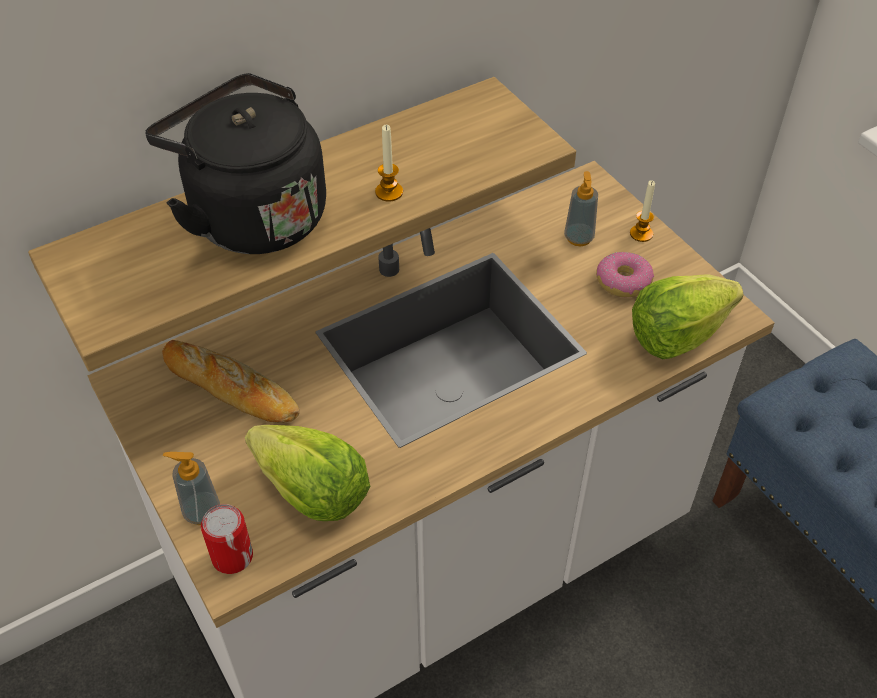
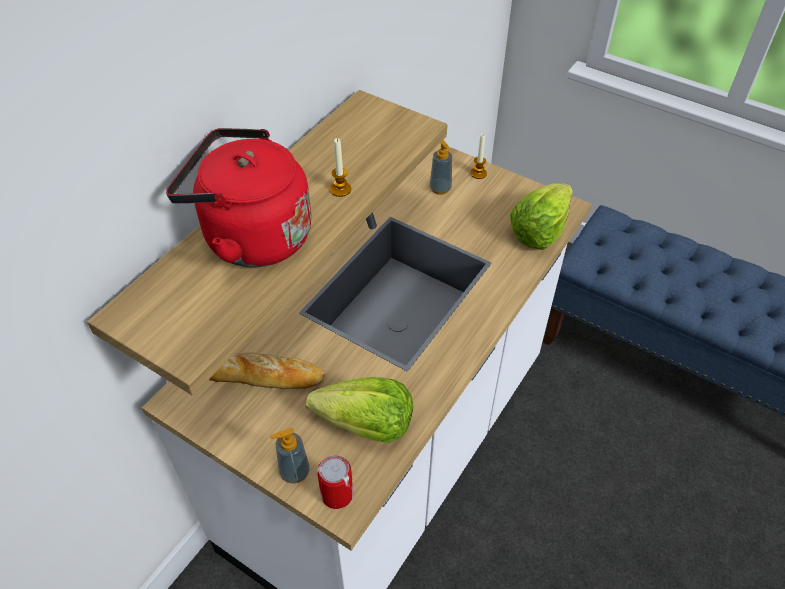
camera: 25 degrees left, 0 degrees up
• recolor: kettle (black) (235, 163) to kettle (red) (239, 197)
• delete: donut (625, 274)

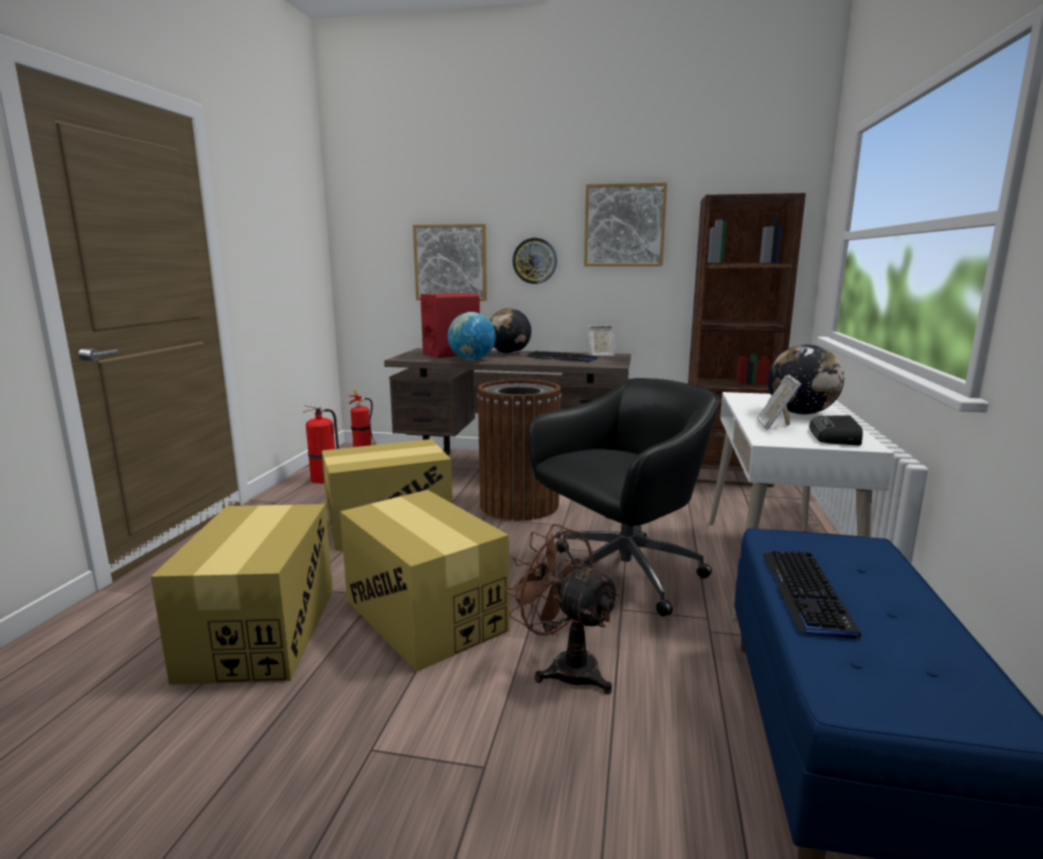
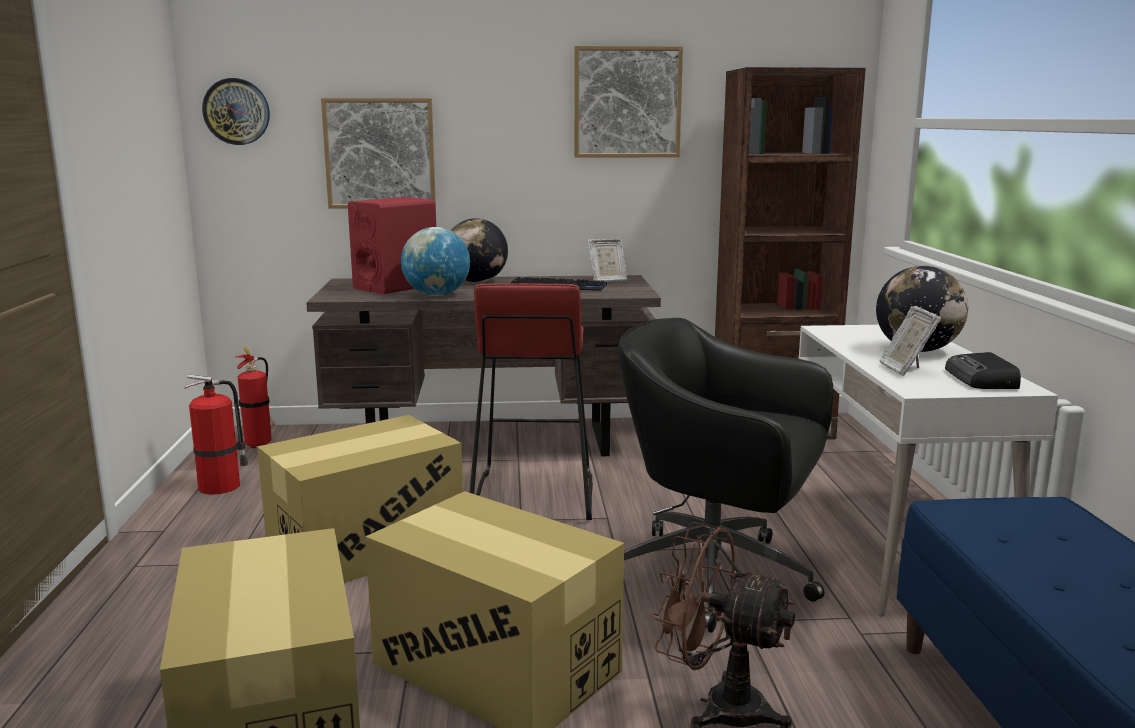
camera: 15 degrees left, 0 degrees up
• move: wall clock (535, 261) to (236, 111)
• replace: trash can (brown) (519, 449) to stool (red) (531, 401)
• rotate: office chair (black) (623, 497) = (725, 475) 105 degrees counterclockwise
• delete: keyboard (811, 595)

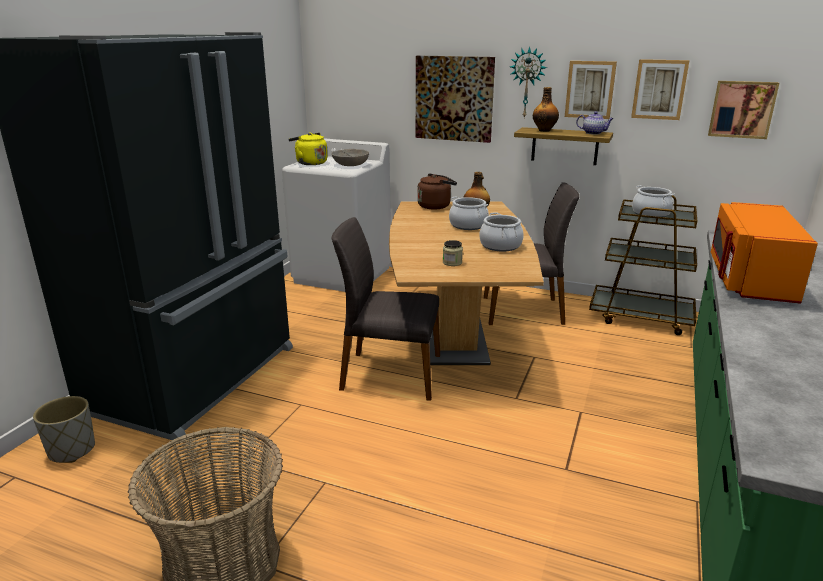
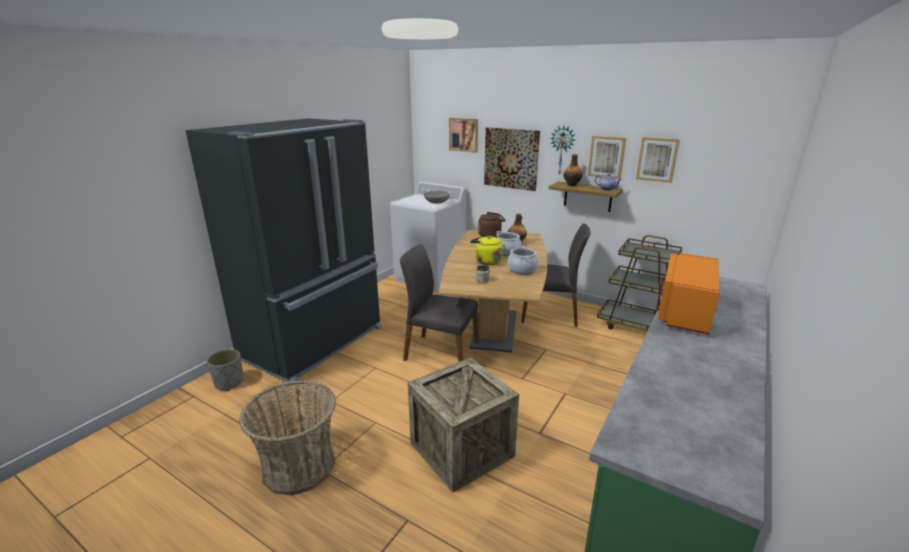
camera: 10 degrees right, 0 degrees up
• insert: crate (463, 425)
• move: picture (743, 110) to (463, 135)
• move: kettle (yellow) (307, 148) to (486, 250)
• delete: cooking pot (653, 201)

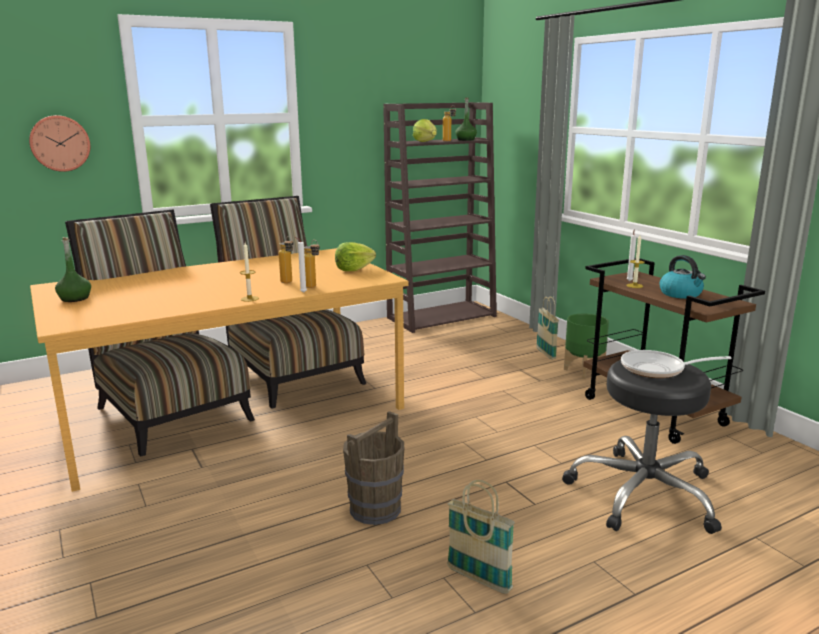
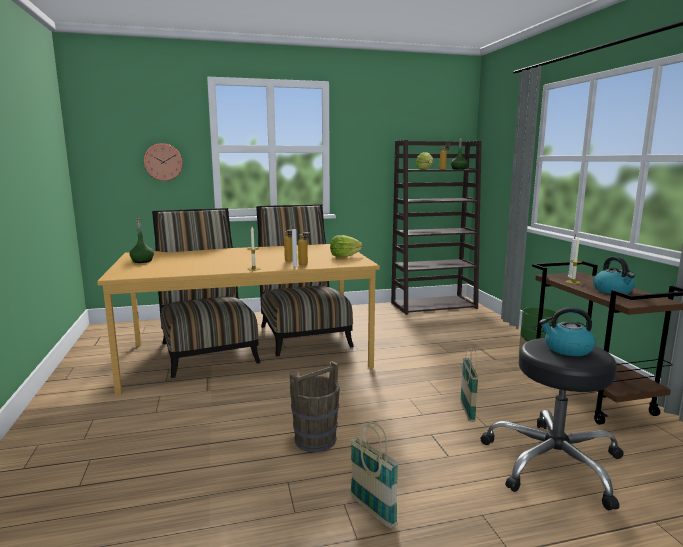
camera: 15 degrees right, 5 degrees down
• move: basket (547, 327) to (469, 384)
• replace: frying pan (676, 364) to kettle (567, 331)

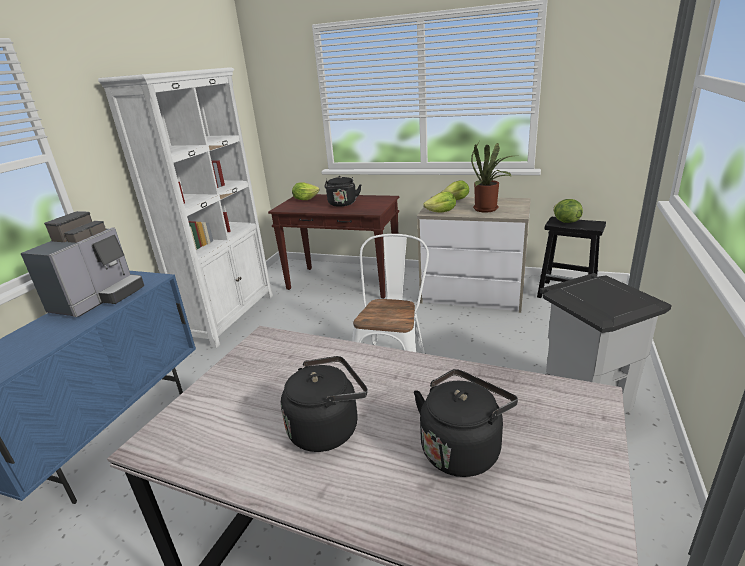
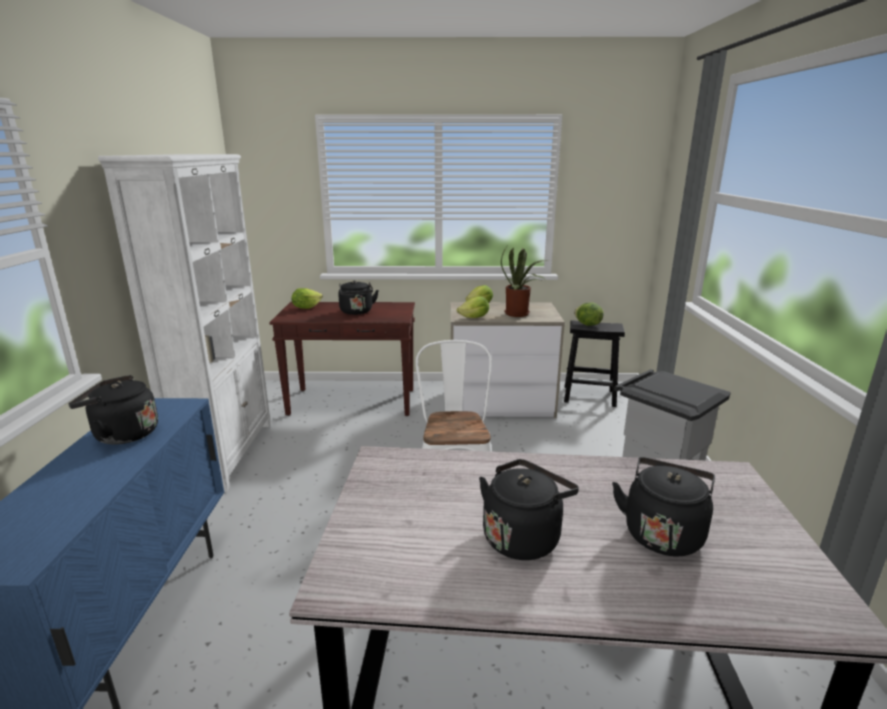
camera: 20 degrees left, 5 degrees down
• replace: coffee machine (82, 264) to kettle (black) (113, 410)

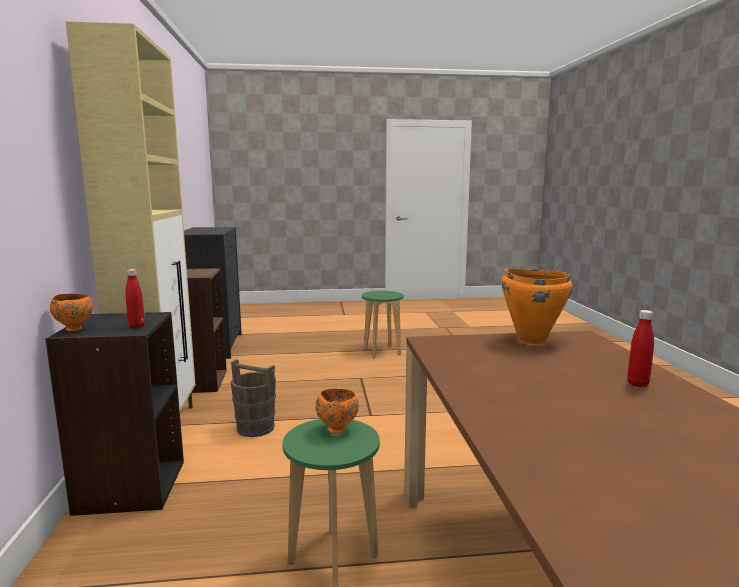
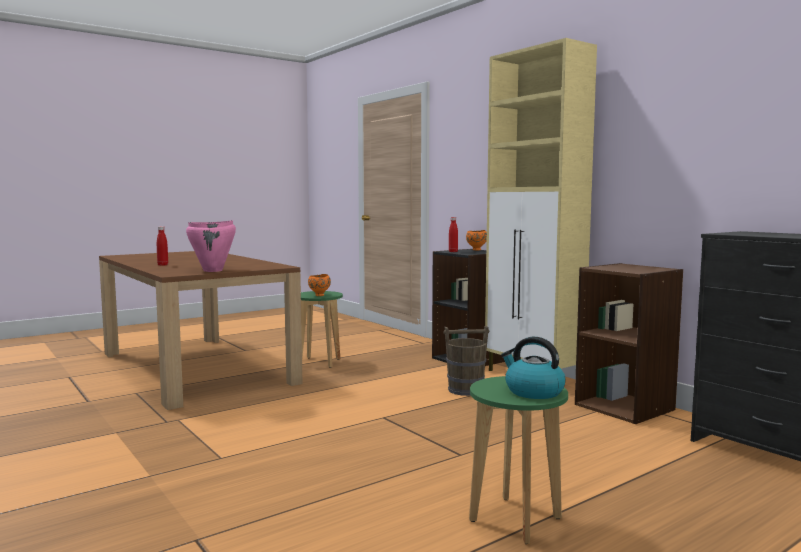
camera: 150 degrees right, 5 degrees down
• recolor: cooking pot (orange) (537, 306) to cooking pot (pink) (211, 246)
• insert: kettle (533, 368)

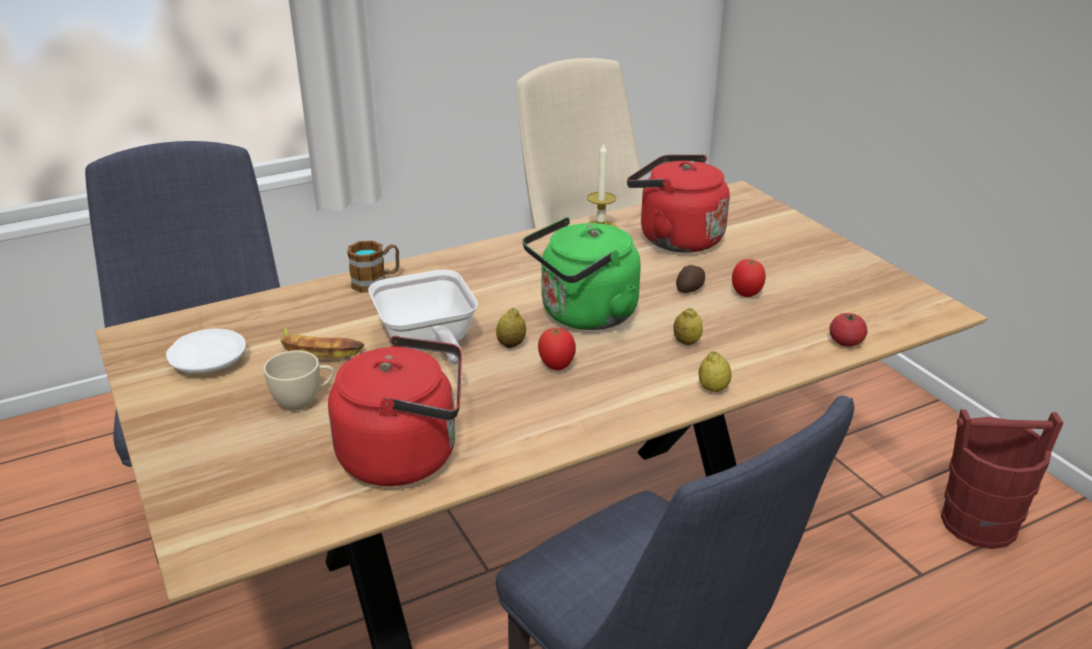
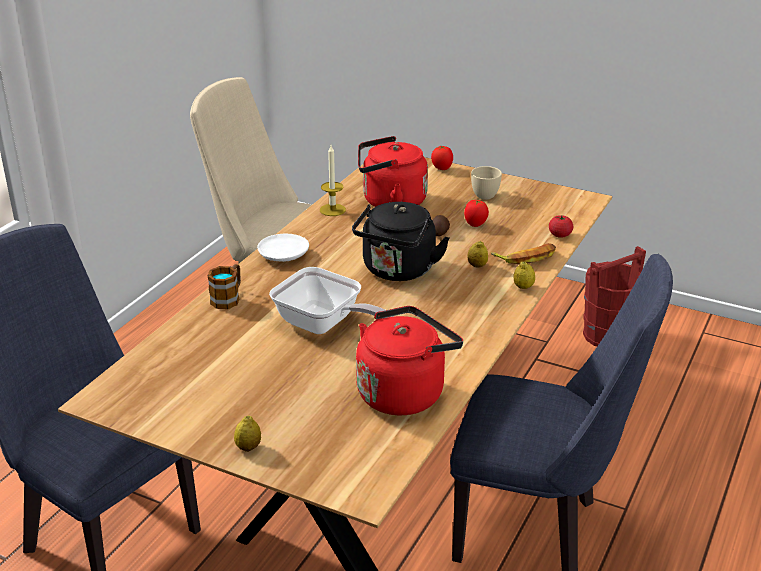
camera: 35 degrees left, 0 degrees up
• move: lemon (511, 328) to (247, 433)
• move: plate (white) (206, 351) to (283, 248)
• recolor: kettle (green) (581, 273) to kettle (black) (400, 241)
• move: tomato (557, 348) to (442, 158)
• move: cup (beige) (298, 380) to (486, 182)
• move: banana (322, 342) to (523, 253)

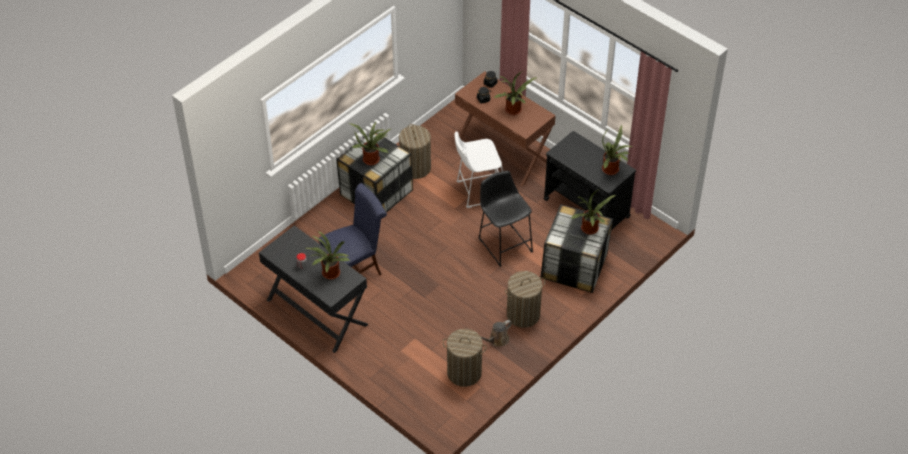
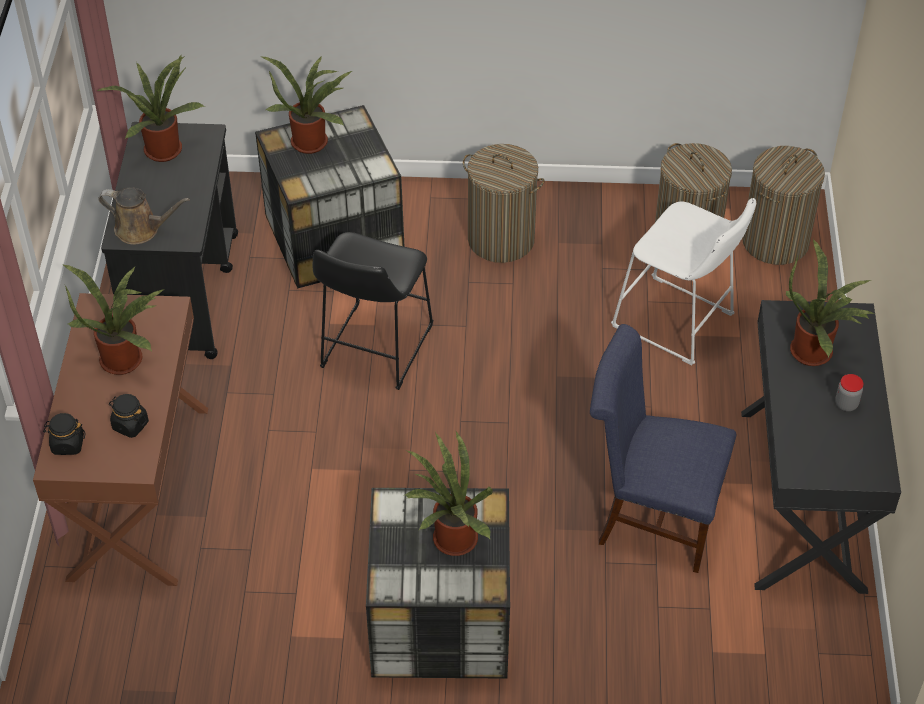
camera: 130 degrees left, 0 degrees up
• move: watering can (brown) (496, 333) to (144, 216)
• move: stool (white) (478, 169) to (683, 282)
• move: laundry basket (415, 151) to (783, 205)

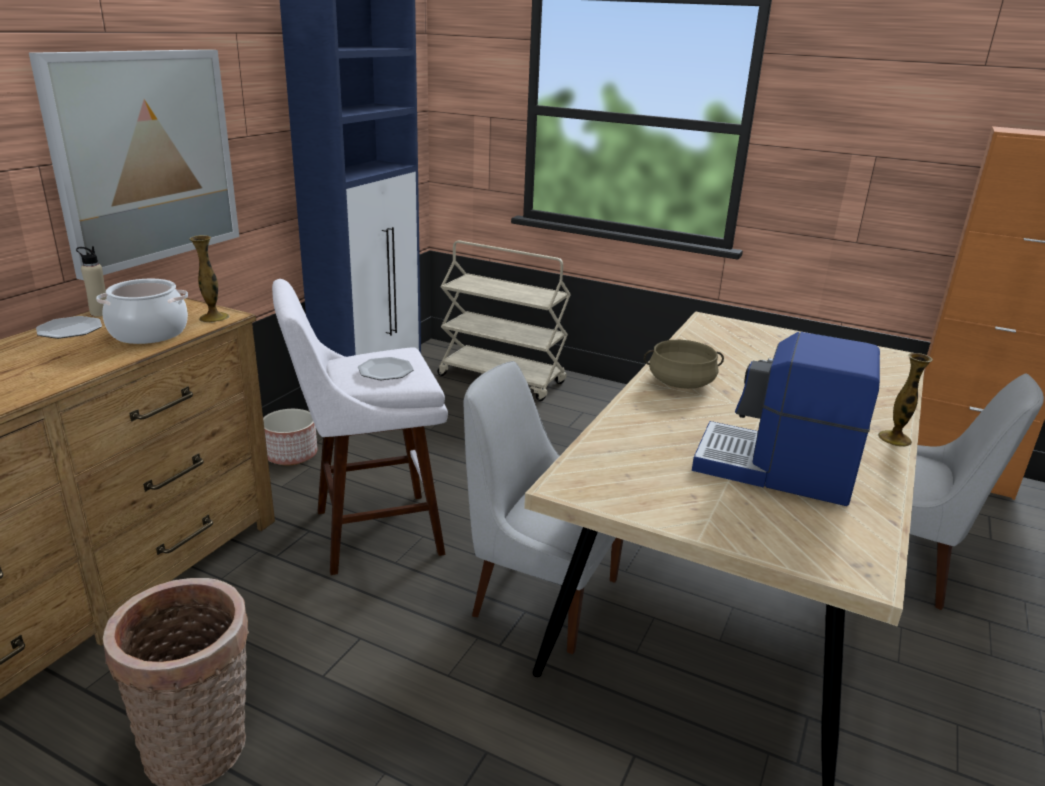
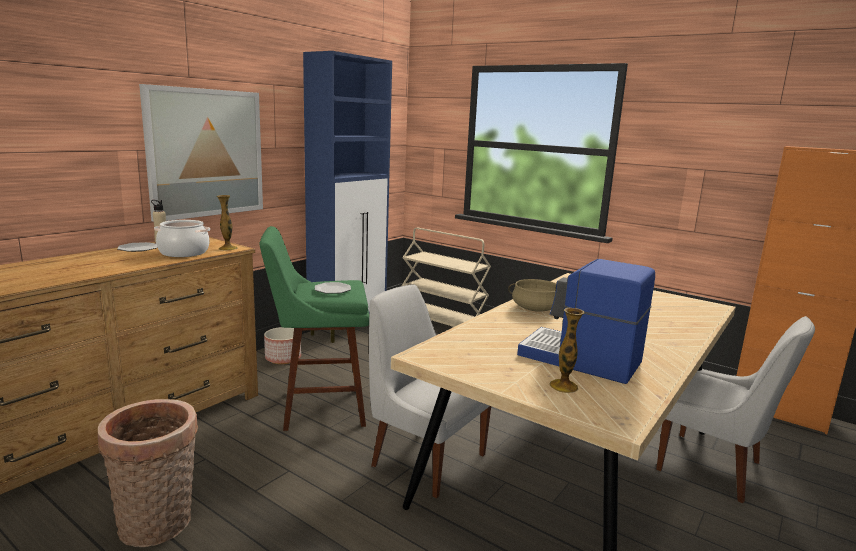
camera: 10 degrees right, 10 degrees down
• recolor: stool (white) (360, 427) to stool (green) (314, 328)
• move: vase (905, 400) to (567, 350)

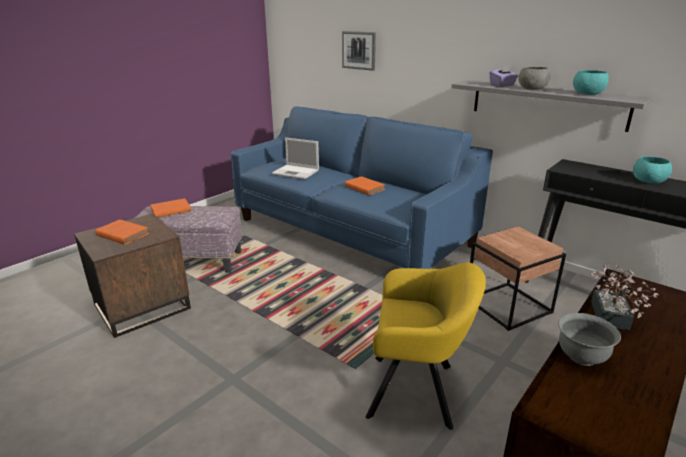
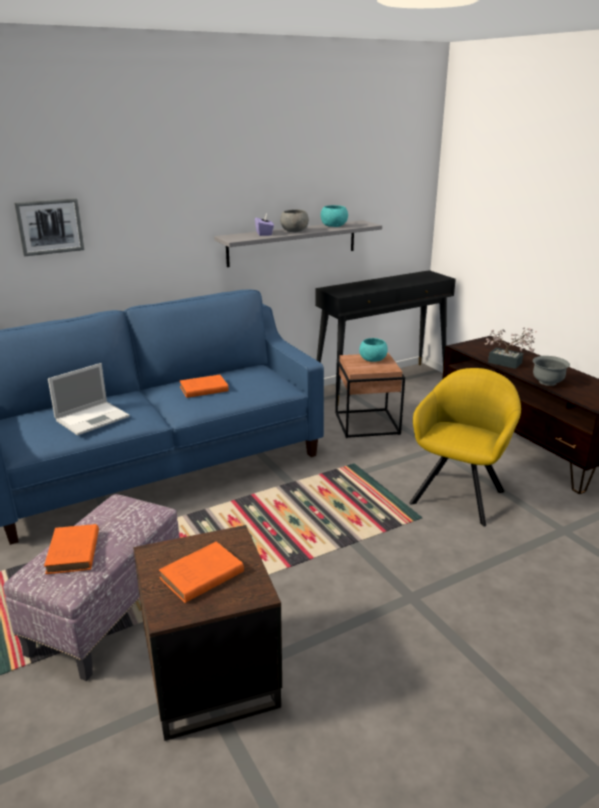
camera: 70 degrees left, 0 degrees up
• move: bowl (turquoise) (652, 170) to (373, 350)

